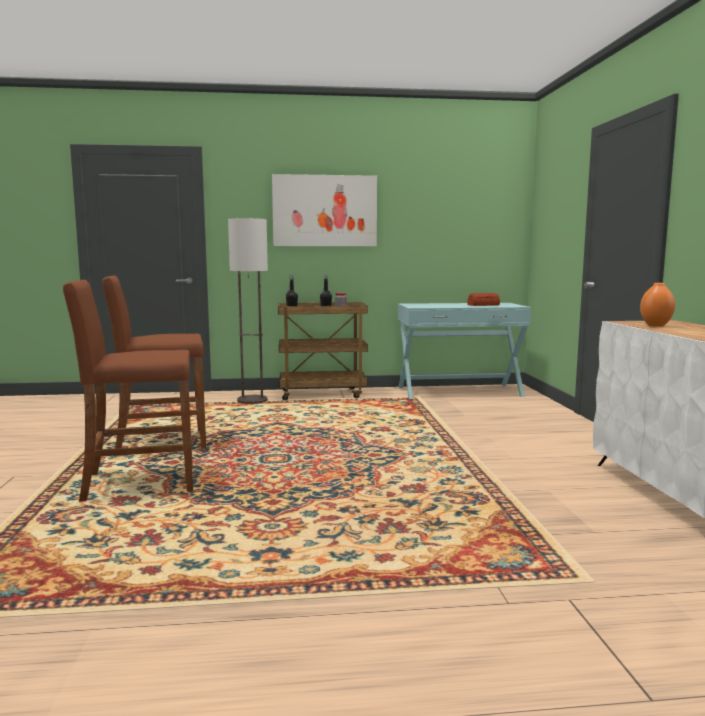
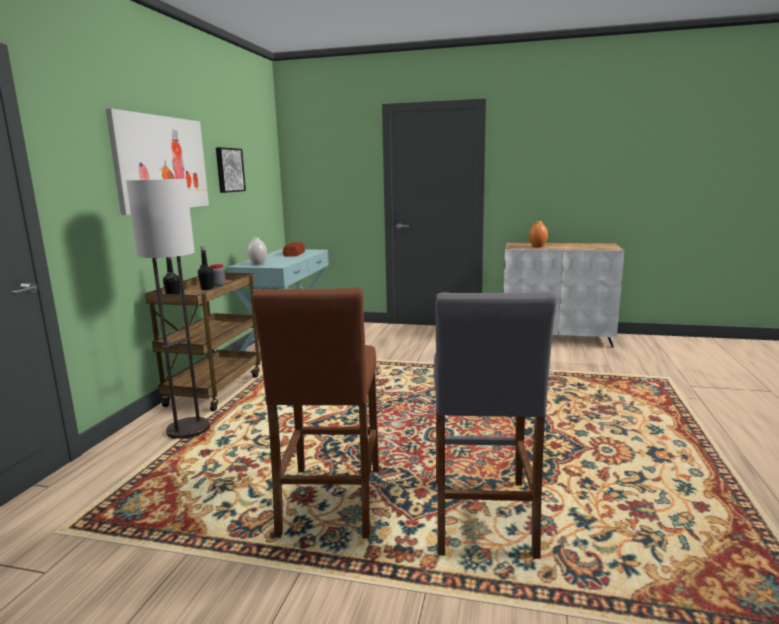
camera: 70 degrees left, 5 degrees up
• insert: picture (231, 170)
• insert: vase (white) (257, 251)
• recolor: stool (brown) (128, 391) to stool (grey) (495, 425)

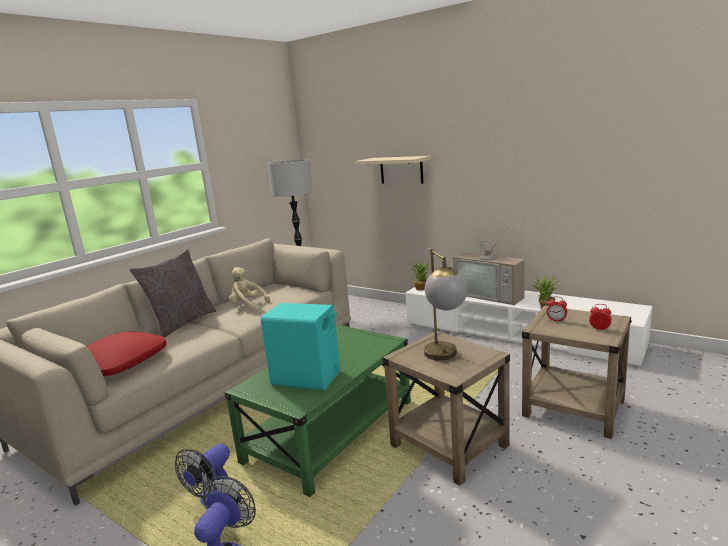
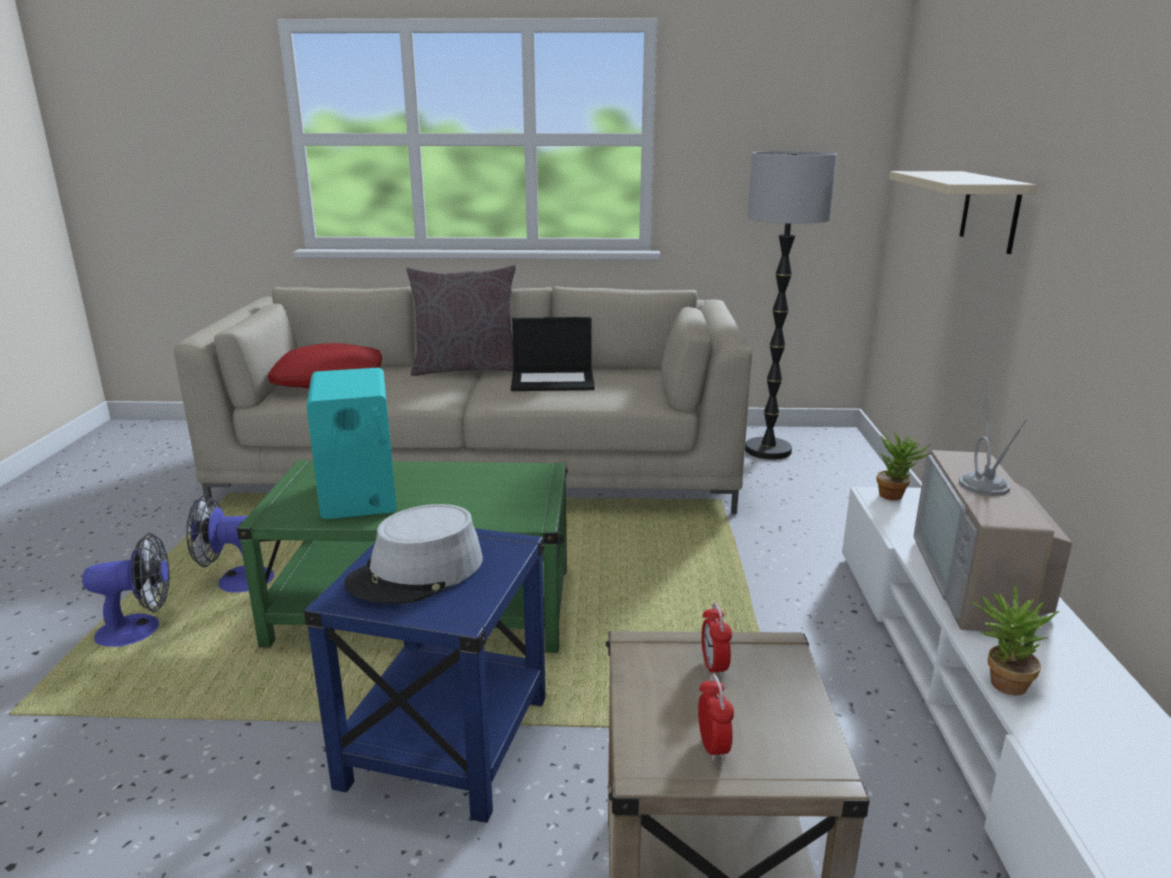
camera: 55 degrees right, 5 degrees up
• recolor: side table (beige) (446, 408) to side table (blue) (425, 675)
• replace: table lamp (445, 304) to hat (grey) (413, 554)
• replace: plush toy (beige) (249, 288) to laptop (553, 354)

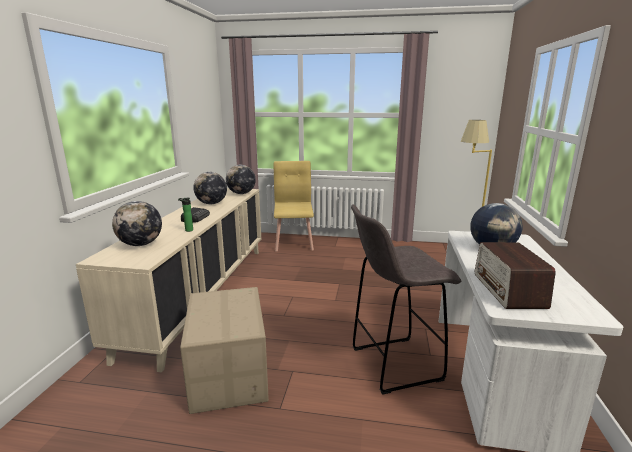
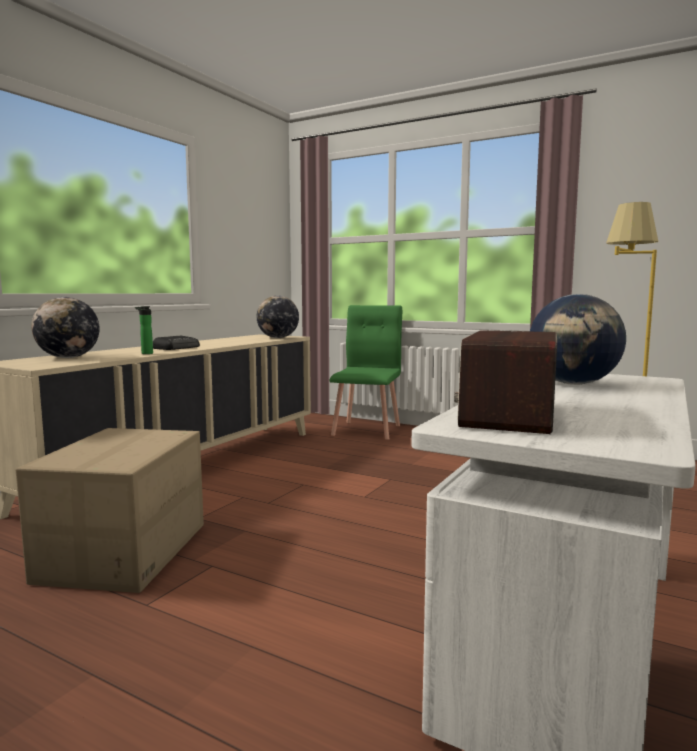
camera: 20 degrees right, 10 degrees down
• recolor: chair (yellow) (294, 206) to chair (green) (366, 372)
• delete: globe (210, 188)
• delete: stool (grey) (406, 299)

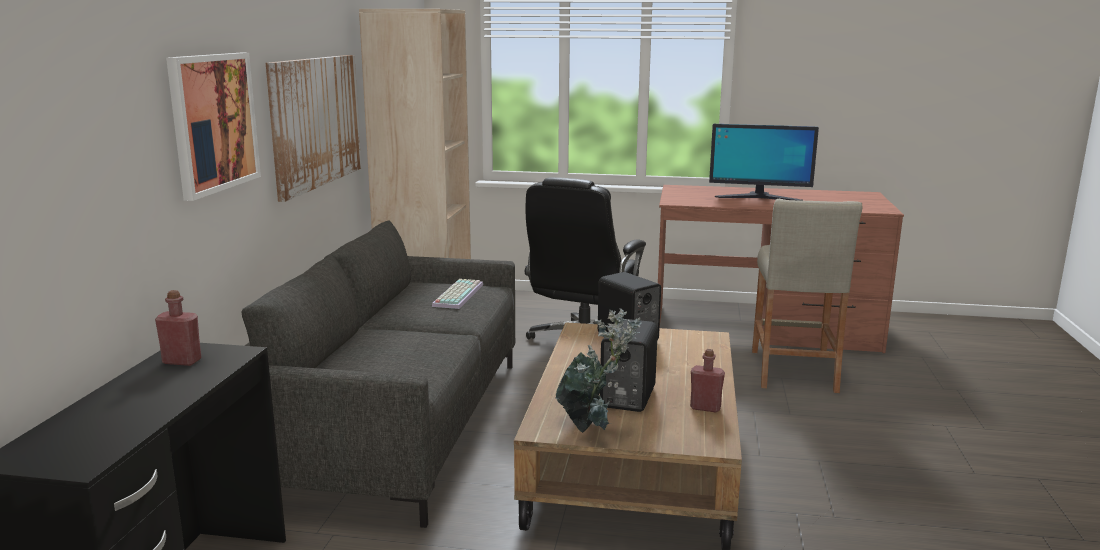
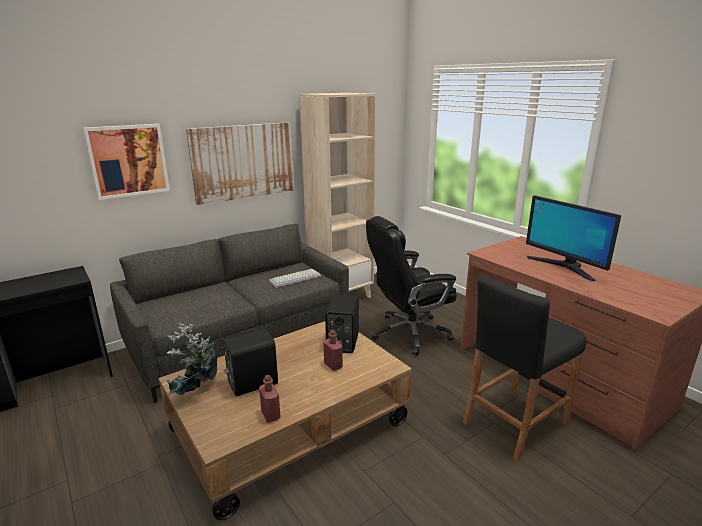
camera: 45 degrees right, 5 degrees up
• move: bottle (red) (178, 328) to (333, 350)
• recolor: stool (beige) (807, 295) to stool (black) (524, 368)

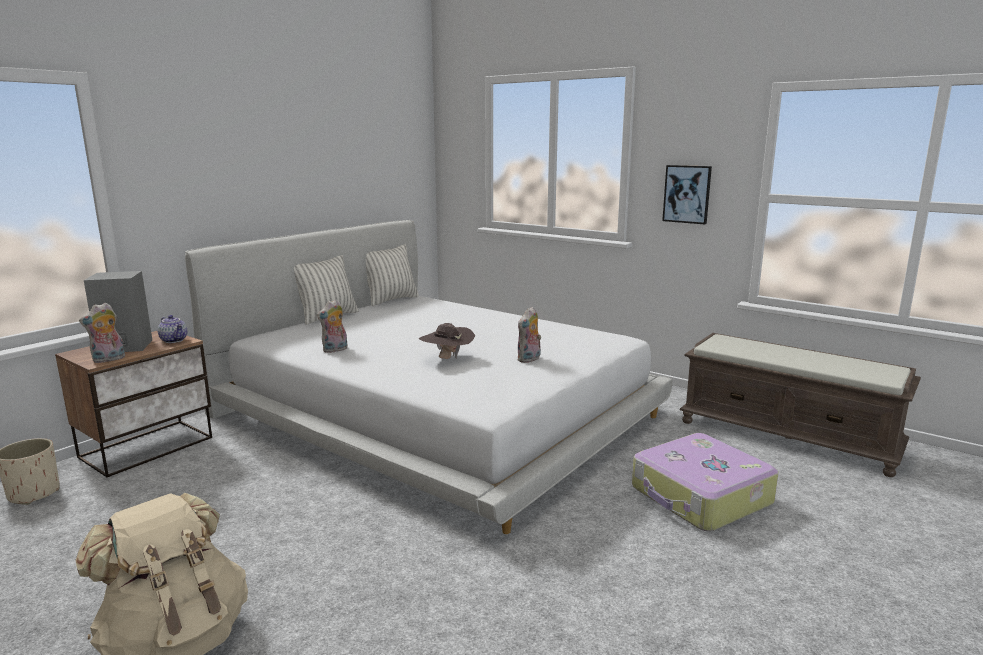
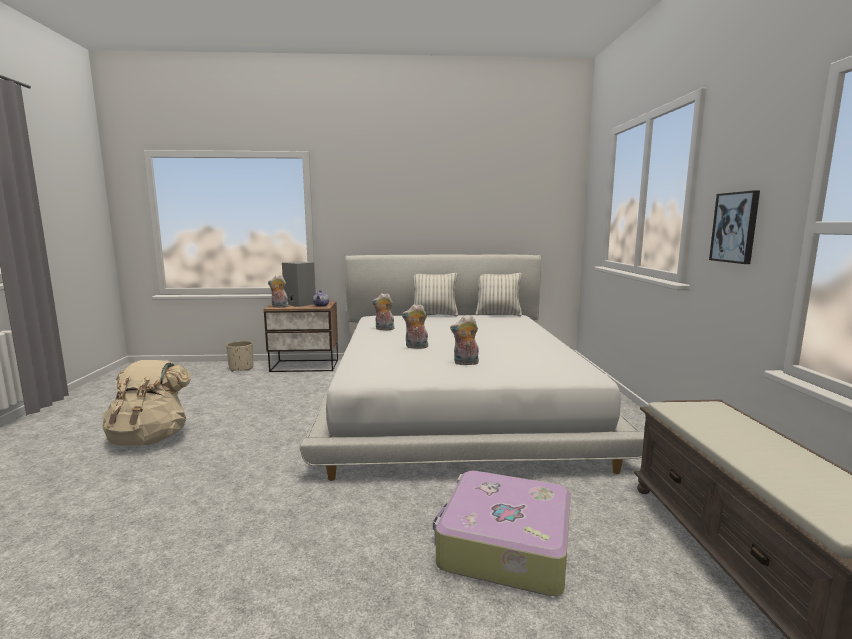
camera: 50 degrees right, 5 degrees down
• replace: hat (brown) (447, 341) to plush toy (415, 326)

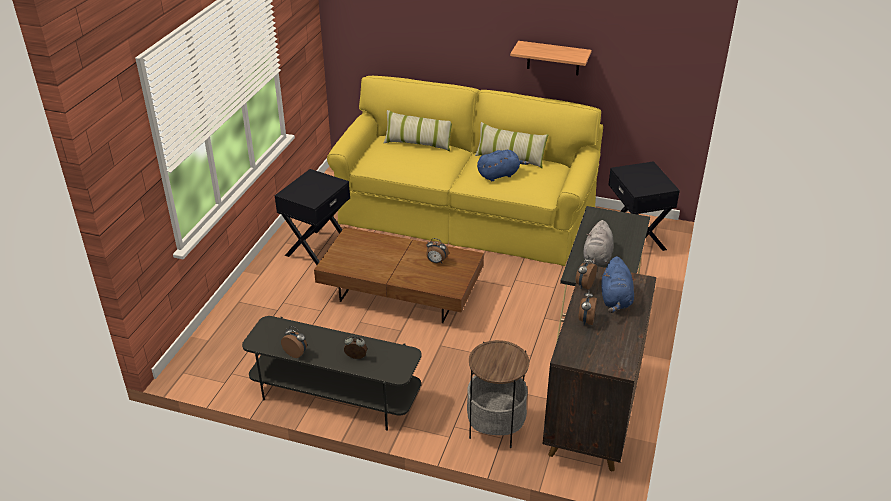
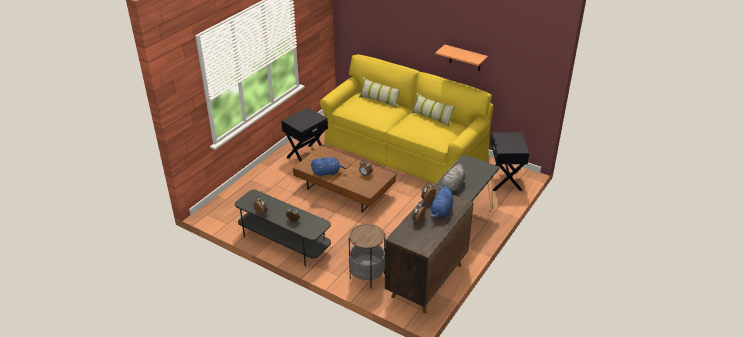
camera: 15 degrees right, 0 degrees up
• move: plush toy (blue) (503, 165) to (328, 167)

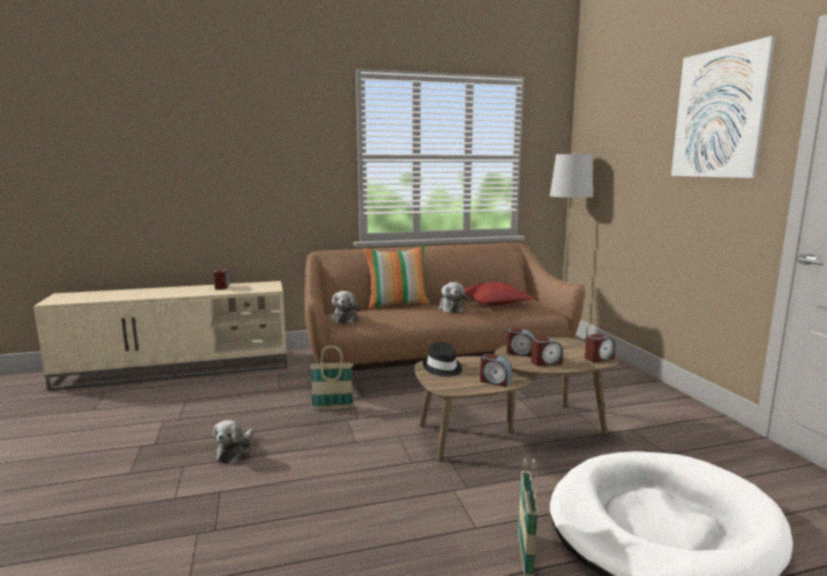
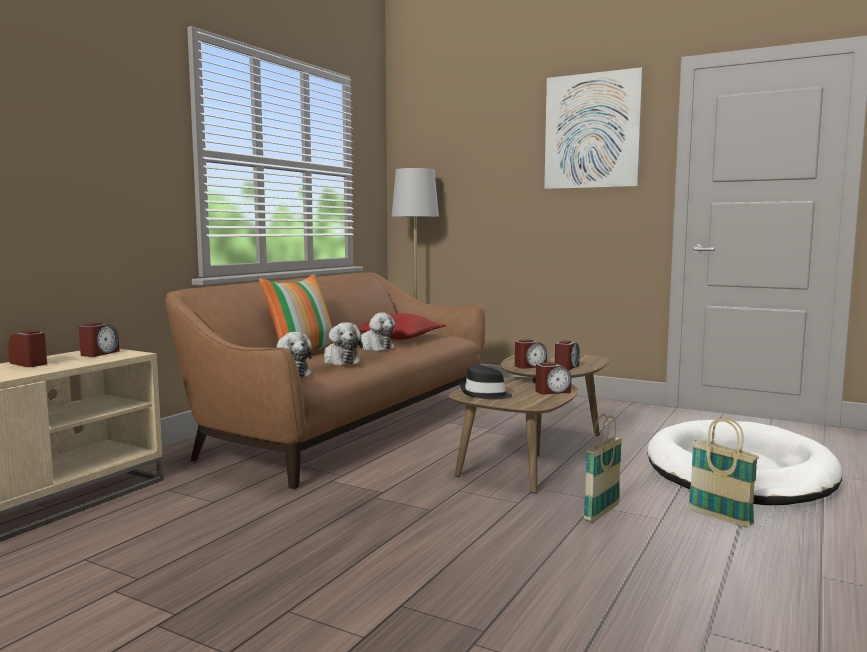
camera: 45 degrees left, 5 degrees down
• move: alarm clock (600, 348) to (99, 340)
• move: plush toy (233, 442) to (343, 343)
• move: basket (332, 377) to (602, 468)

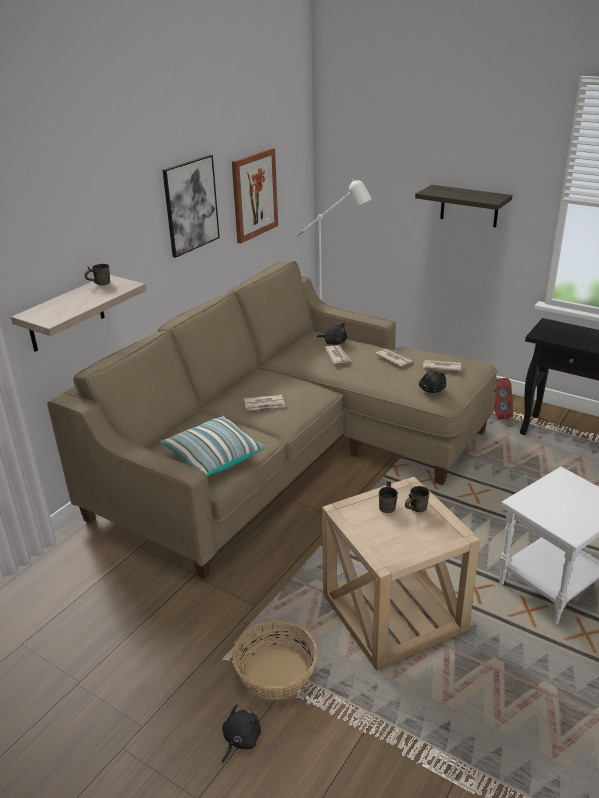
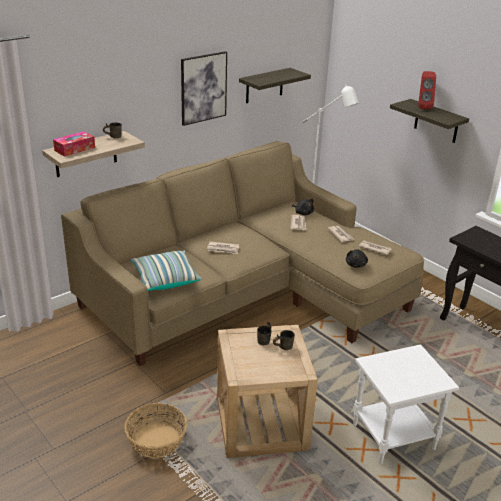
camera: 15 degrees right, 0 degrees up
• insert: tissue box (74, 144)
• replace: picture (255, 195) to shelf (275, 85)
• move: speaker (red) (503, 398) to (427, 90)
• delete: plush toy (black) (241, 733)

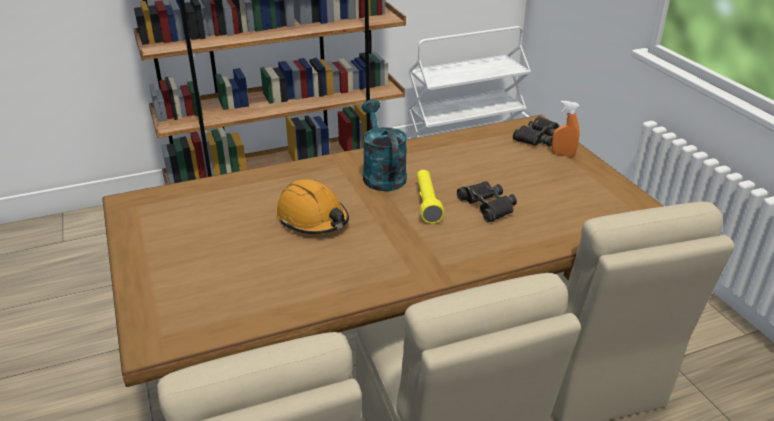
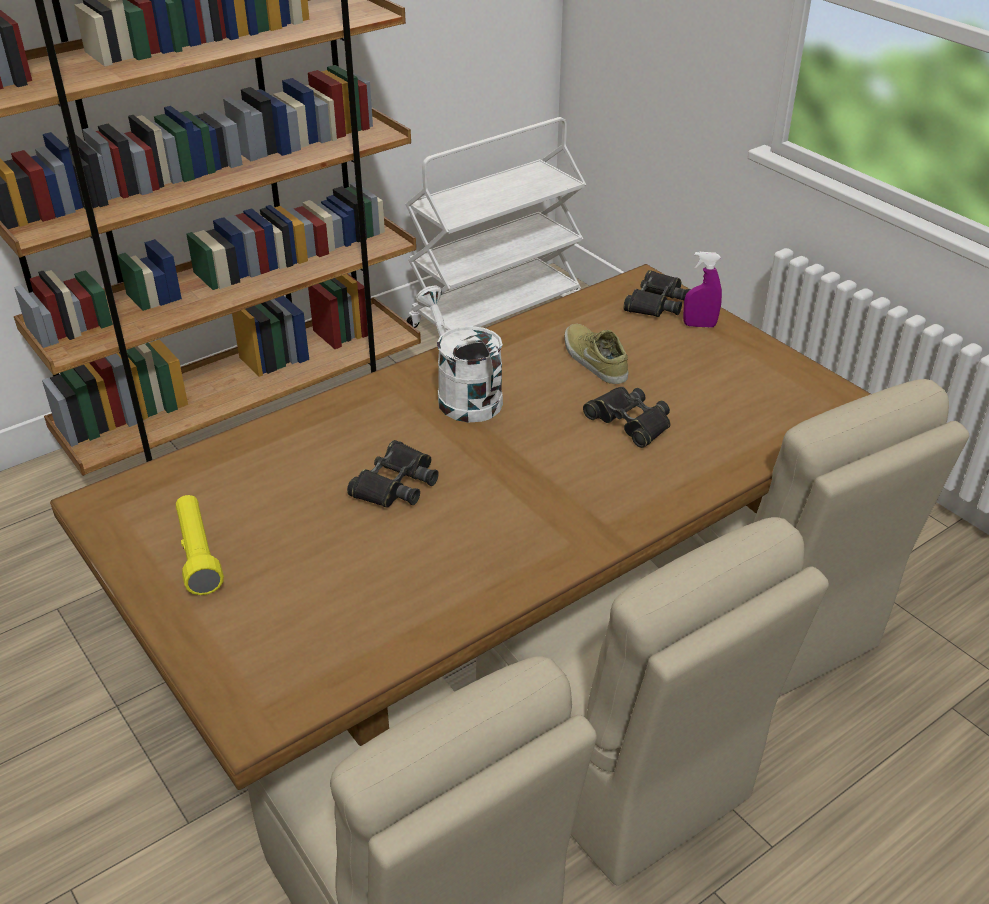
camera: 15 degrees left, 5 degrees up
• move: flashlight (yellow) (430, 197) to (200, 545)
• replace: hard hat (orange) (312, 206) to binoculars (black) (393, 474)
• recolor: watering can (turquoise) (384, 145) to watering can (white) (459, 354)
• insert: shoe (beige) (596, 354)
• recolor: spray bottle (orange) (566, 129) to spray bottle (purple) (702, 289)

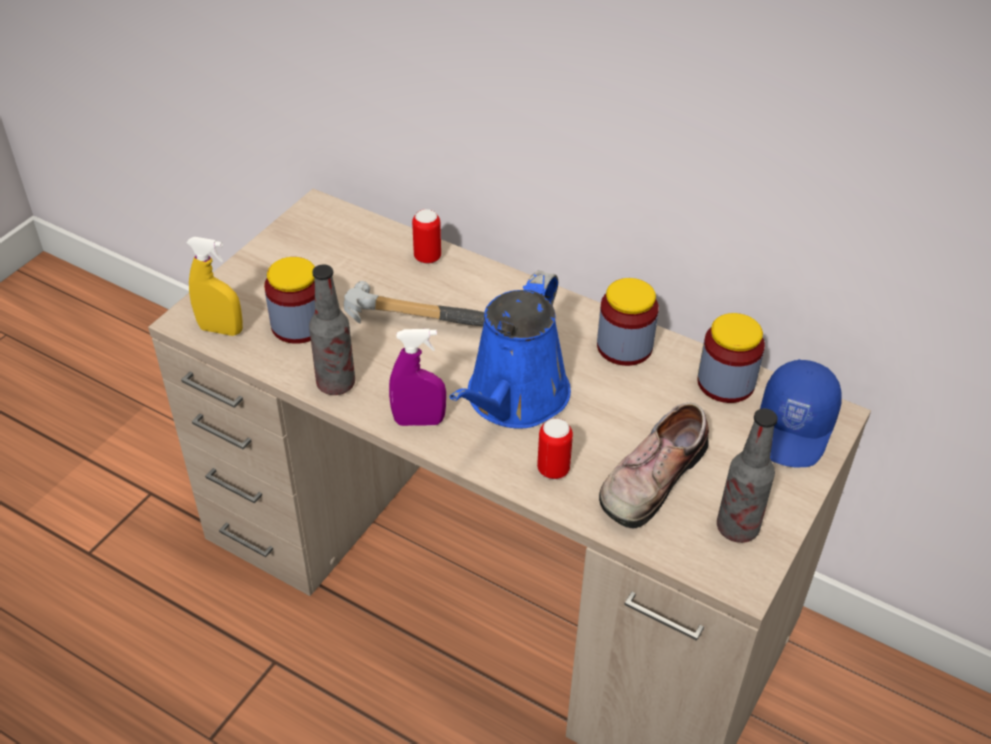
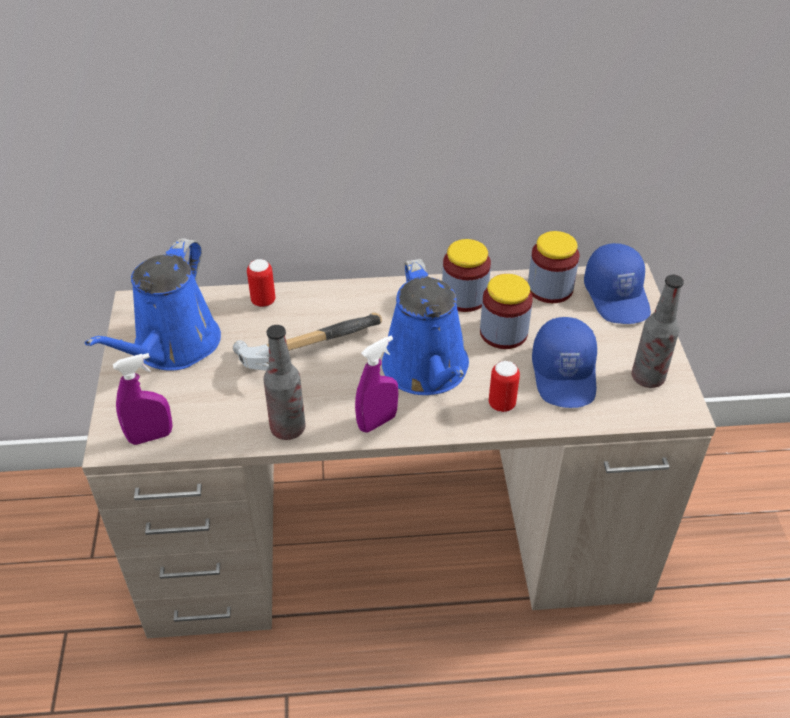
camera: 35 degrees left, 0 degrees up
• insert: watering can (blue) (153, 304)
• recolor: spray bottle (yellow) (214, 286) to spray bottle (purple) (142, 399)
• move: jar (289, 300) to (506, 311)
• replace: shoe (654, 465) to cap (blue) (564, 362)

